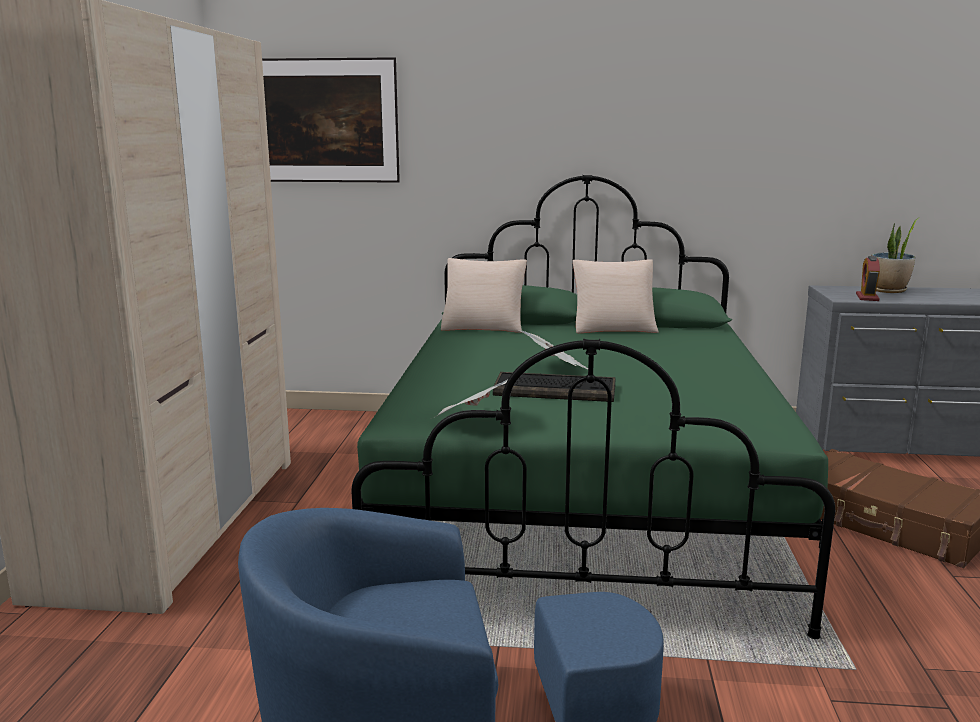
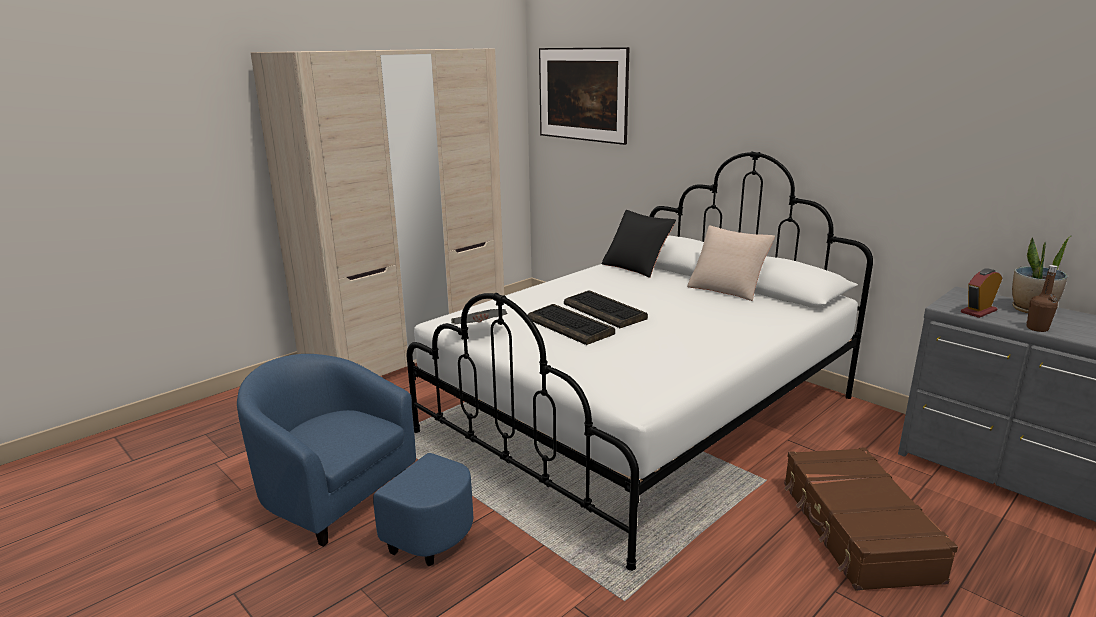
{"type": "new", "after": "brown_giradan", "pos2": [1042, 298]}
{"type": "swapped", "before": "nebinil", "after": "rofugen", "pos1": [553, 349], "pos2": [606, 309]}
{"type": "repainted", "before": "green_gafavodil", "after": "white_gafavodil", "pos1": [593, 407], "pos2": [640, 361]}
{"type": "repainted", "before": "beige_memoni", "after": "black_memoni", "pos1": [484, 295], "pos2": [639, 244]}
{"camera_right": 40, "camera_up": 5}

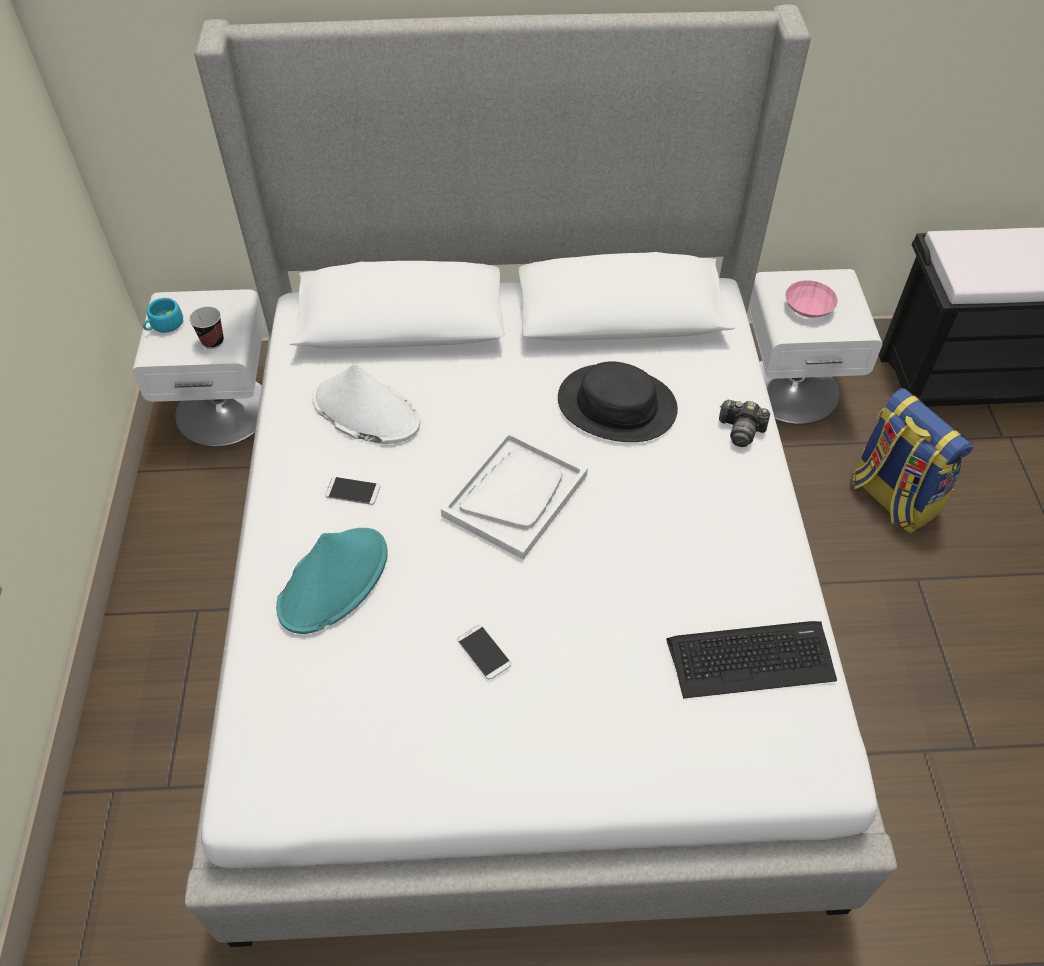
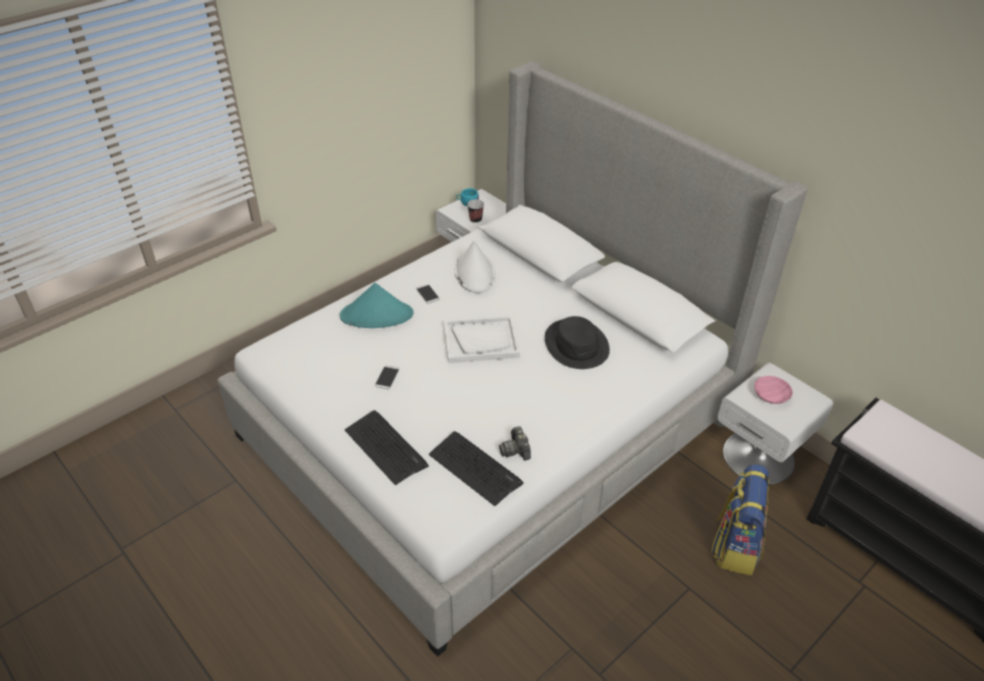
{"type": "new", "after": "rofugen", "pos2": [387, 447]}
{"type": "shifted", "before": "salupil", "pos1": [744, 423], "pos2": [515, 443]}
{"camera_right": 50, "camera_up": -10}

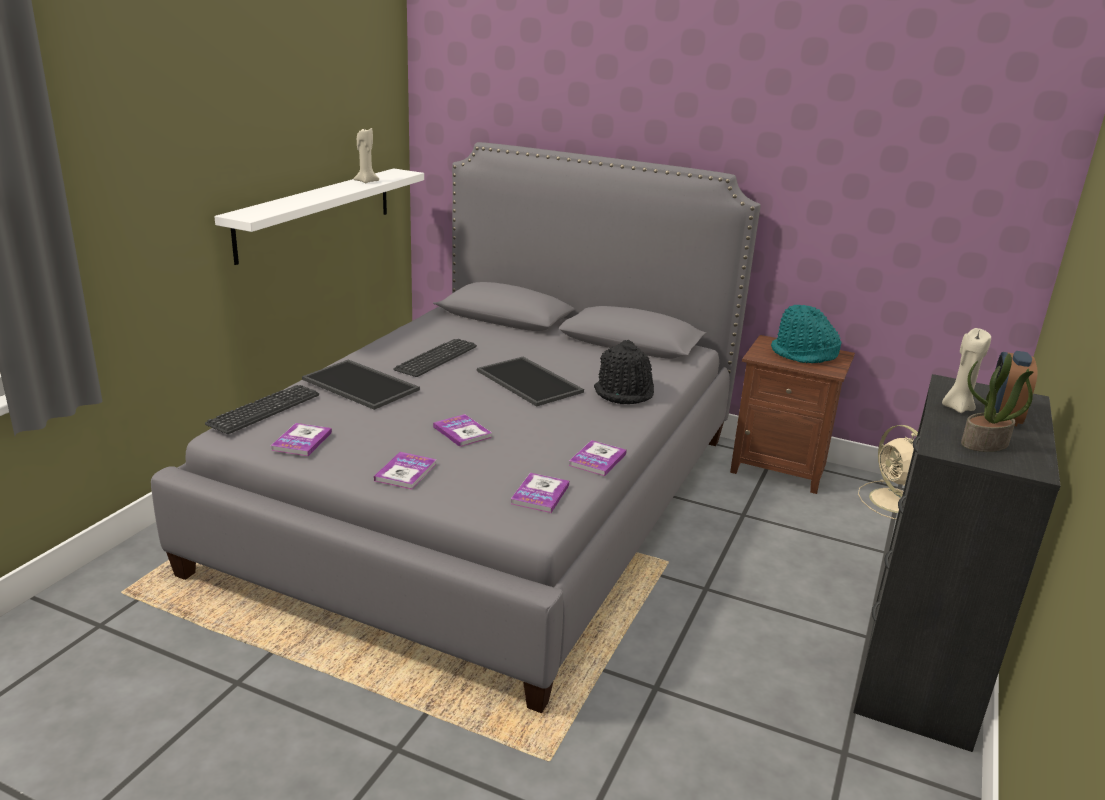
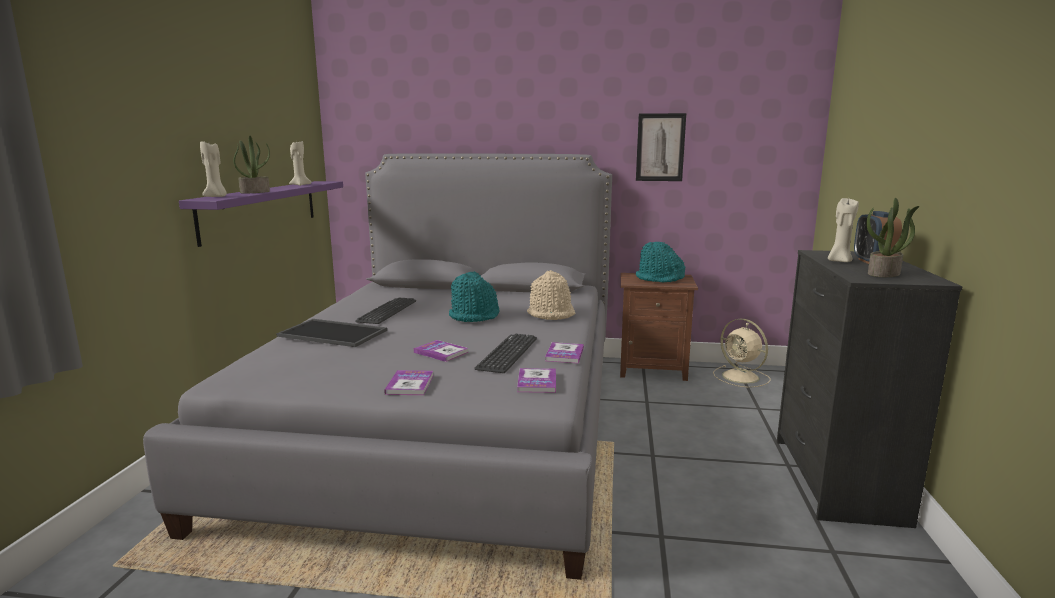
{"type": "gone", "before": "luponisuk", "pos1": [301, 439]}
{"type": "new", "after": "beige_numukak", "pos2": [213, 169]}
{"type": "new", "after": "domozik", "pos2": [251, 164]}
{"type": "new", "after": "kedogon", "pos2": [661, 147]}
{"type": "shifted", "before": "rofugen", "pos1": [262, 409], "pos2": [506, 353]}
{"type": "swapped", "before": "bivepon", "after": "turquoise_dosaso", "pos1": [530, 382], "pos2": [474, 296]}
{"type": "repainted", "before": "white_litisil", "after": "purple_litisil", "pos1": [319, 216], "pos2": [261, 214]}
{"type": "repainted", "before": "black_dosaso", "after": "beige_dosaso", "pos1": [624, 372], "pos2": [551, 295]}
{"camera_right": -15, "camera_up": -10}

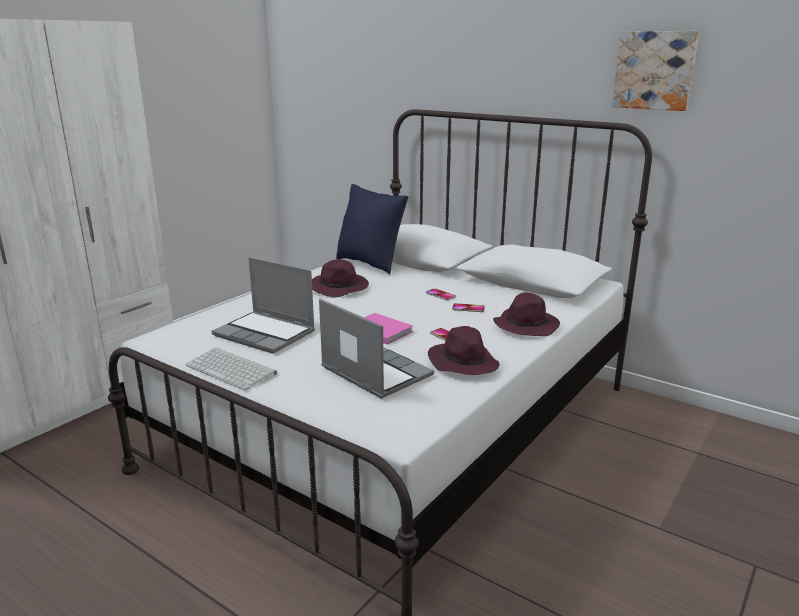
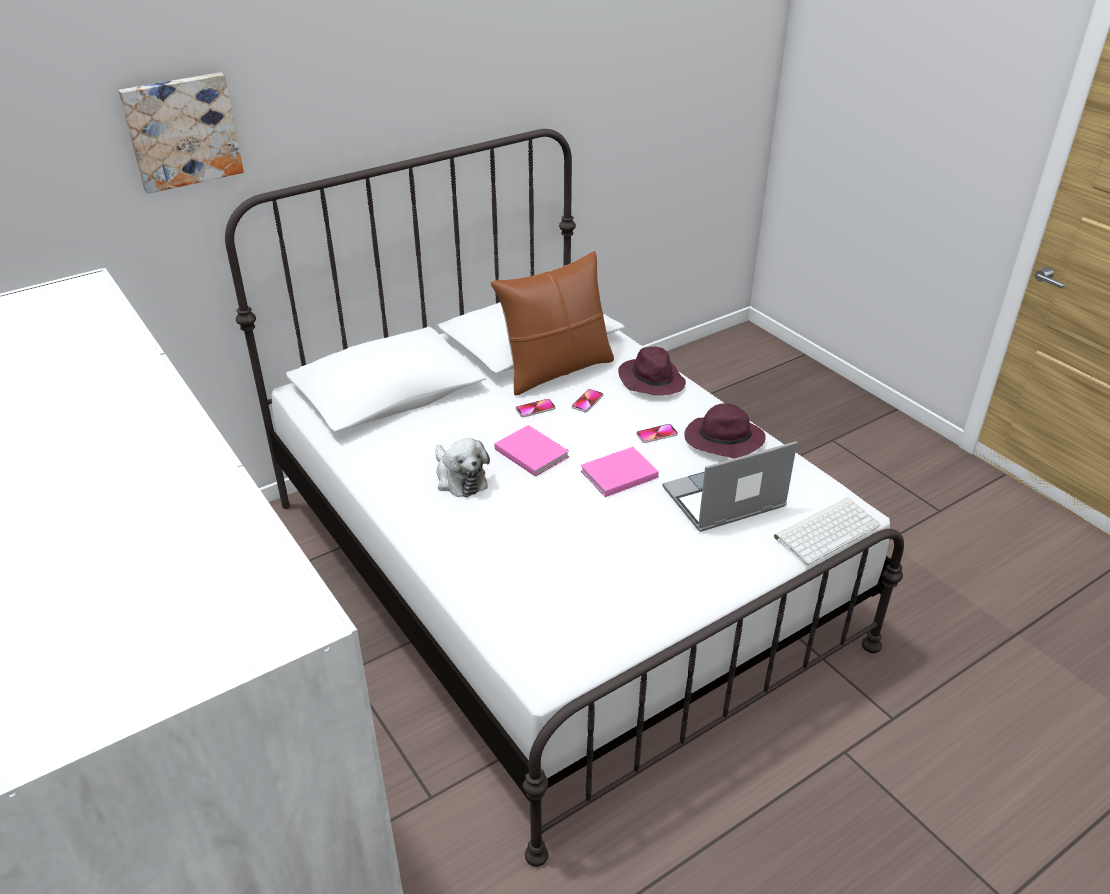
{"type": "gone", "before": "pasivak", "pos1": [263, 305]}
{"type": "gone", "before": "blue_memoni", "pos1": [372, 229]}
{"type": "new", "after": "brown_memoni", "pos2": [552, 323]}
{"type": "new", "after": "pink_luponisuk", "pos2": [532, 451]}
{"type": "shifted", "before": "rofugen", "pos1": [231, 368], "pos2": [827, 531]}
{"type": "shifted", "before": "kedogon", "pos1": [655, 71], "pos2": [181, 133]}
{"type": "swapped", "before": "purple_dosaso", "after": "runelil", "pos1": [340, 278], "pos2": [463, 468]}
{"camera_right": -70, "camera_up": 15}

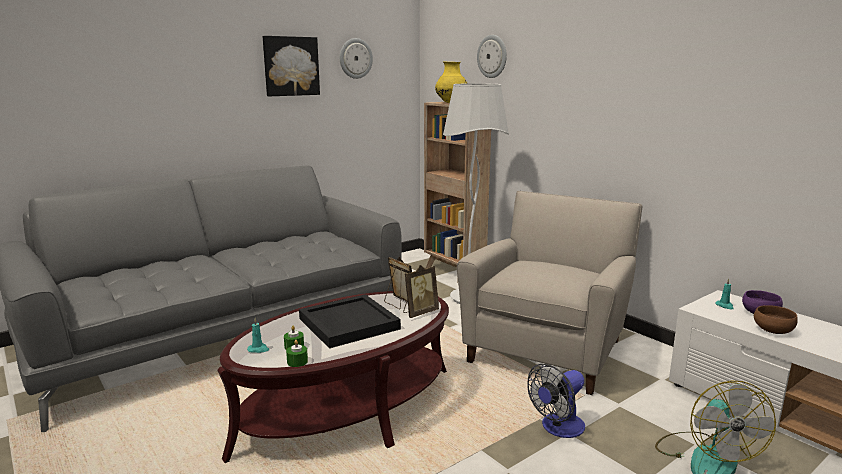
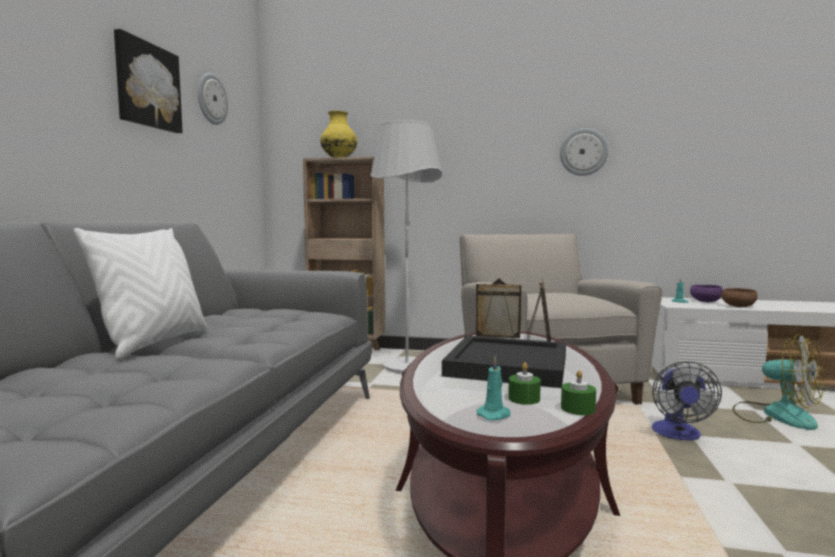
{"type": "new", "after": "white_memoni", "pos2": [140, 294]}
{"type": "shifted", "before": "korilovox", "pos1": [492, 56], "pos2": [584, 152]}
{"camera_right": -40, "camera_up": -10}

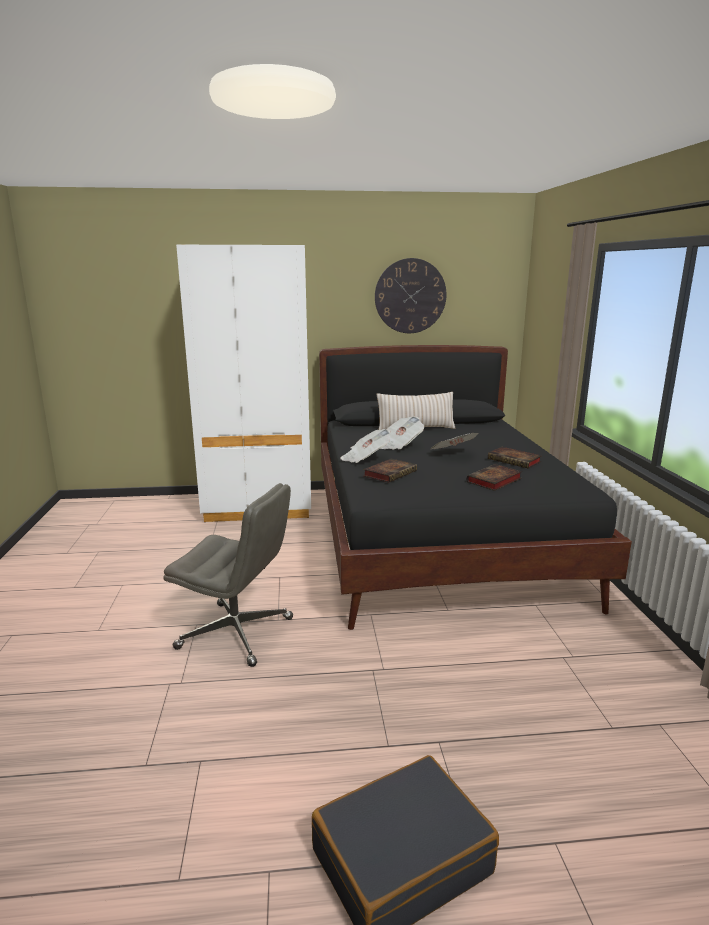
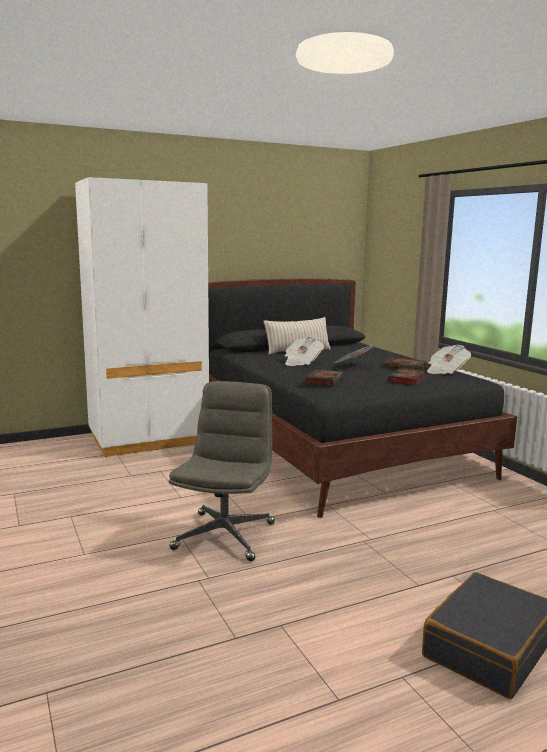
{"type": "gone", "before": "korilovox", "pos1": [411, 295]}
{"type": "shifted", "before": "nebinil", "pos1": [366, 446], "pos2": [449, 359]}
{"type": "rotated", "before": "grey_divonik", "pos1": [228, 575], "pos2": [222, 471], "turn": -75}
{"camera_right": -20, "camera_up": -5}

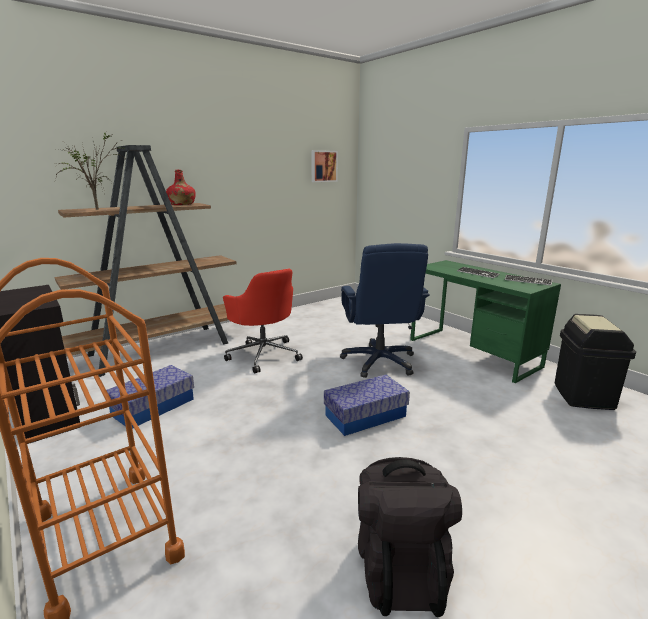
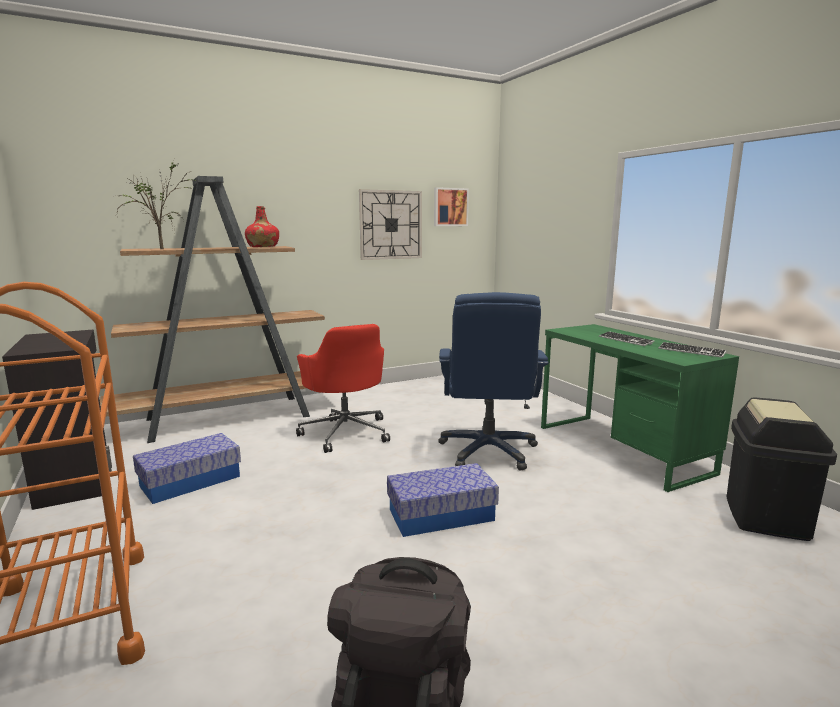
{"type": "new", "after": "korilovox", "pos2": [390, 224]}
{"camera_right": 10, "camera_up": -5}

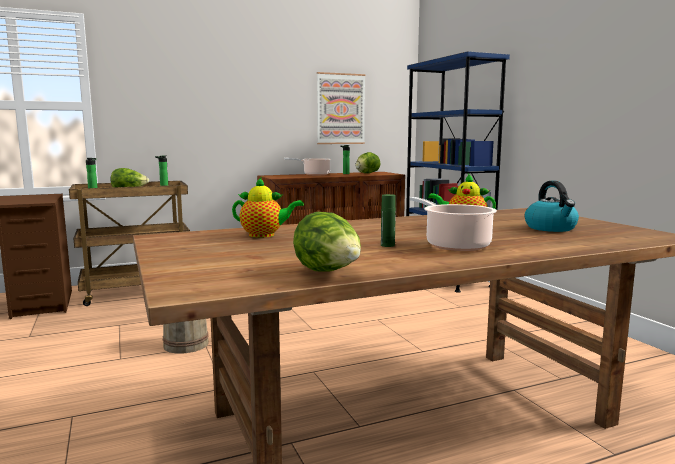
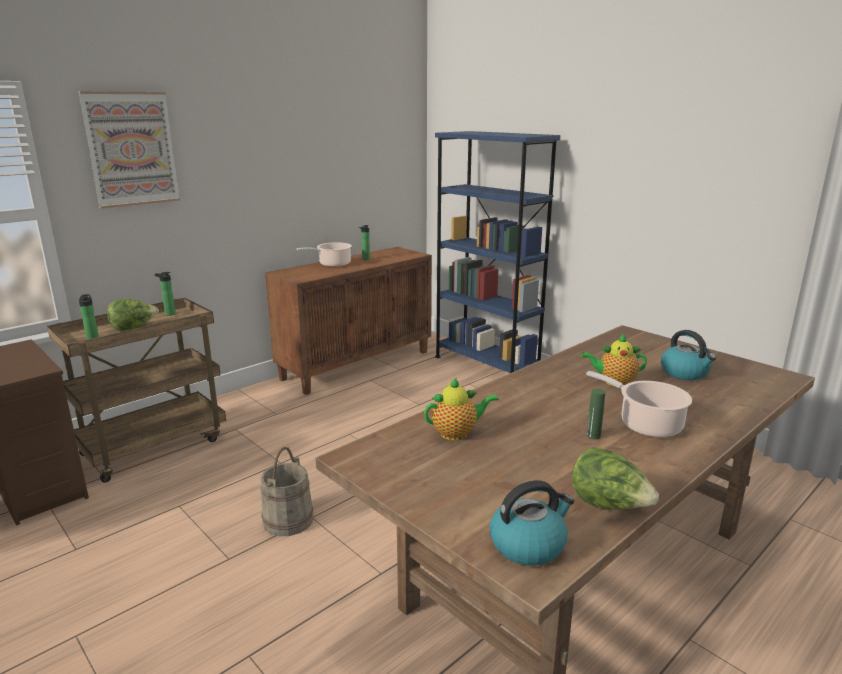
{"type": "gone", "before": "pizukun", "pos1": [368, 162]}
{"type": "new", "after": "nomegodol", "pos2": [532, 523]}
{"type": "shifted", "before": "kedogon", "pos1": [341, 108], "pos2": [129, 150]}
{"camera_right": -20, "camera_up": 10}

